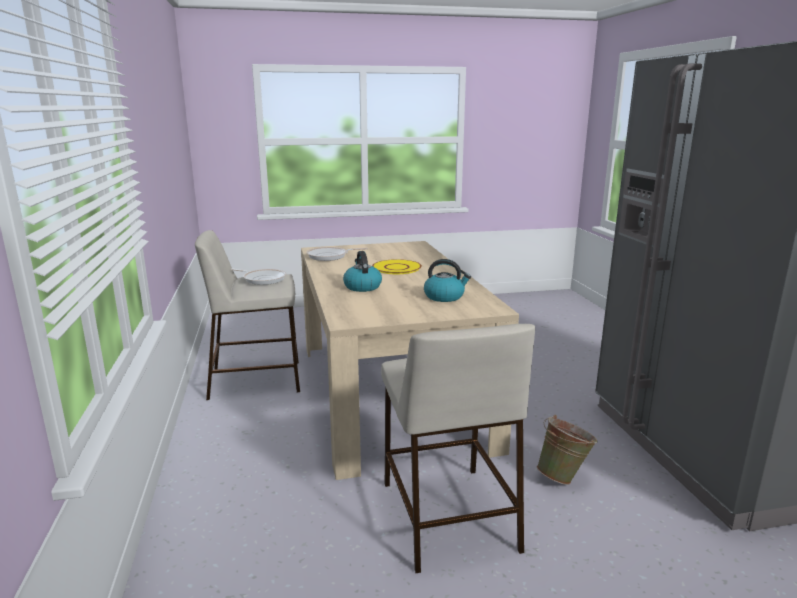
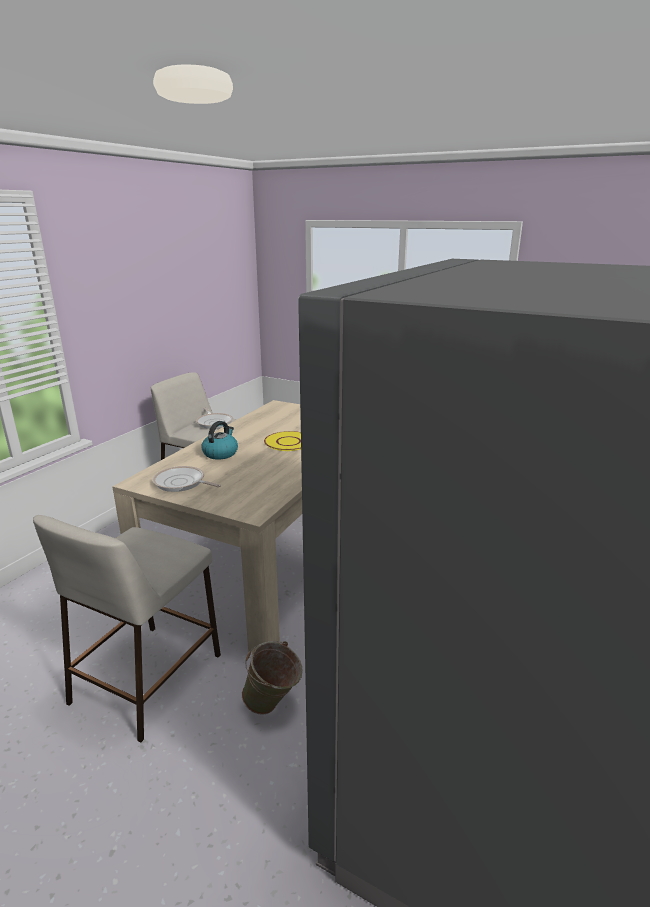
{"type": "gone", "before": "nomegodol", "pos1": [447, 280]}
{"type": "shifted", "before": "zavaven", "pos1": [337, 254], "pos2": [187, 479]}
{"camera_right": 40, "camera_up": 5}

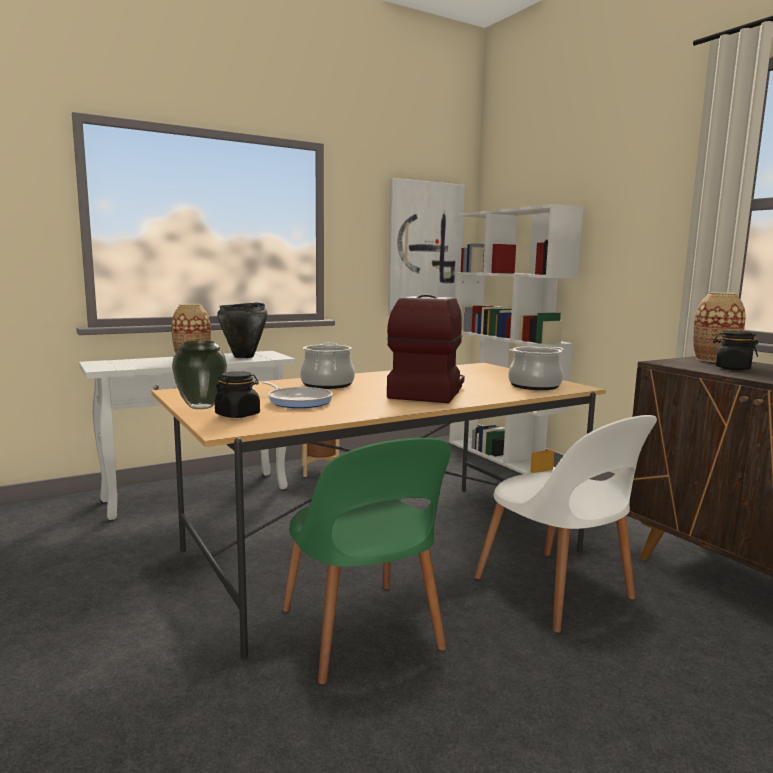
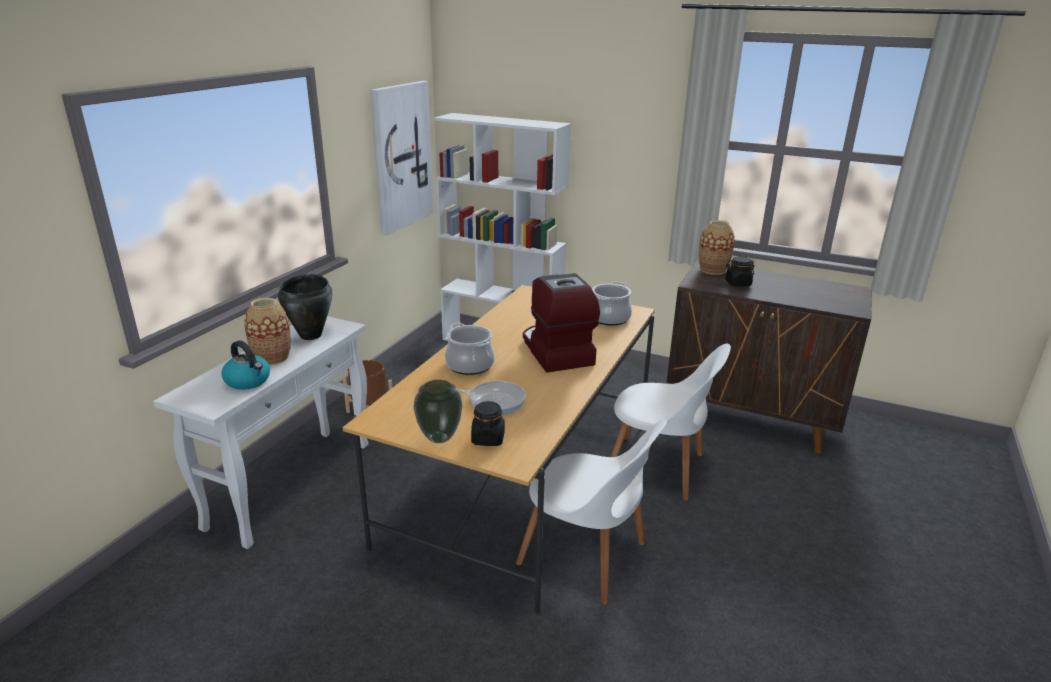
{"type": "new", "after": "nomegodol", "pos2": [245, 365]}
{"type": "repainted", "before": "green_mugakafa", "after": "white_mugakafa", "pos1": [366, 561], "pos2": [591, 512]}
{"camera_right": -35, "camera_up": 15}

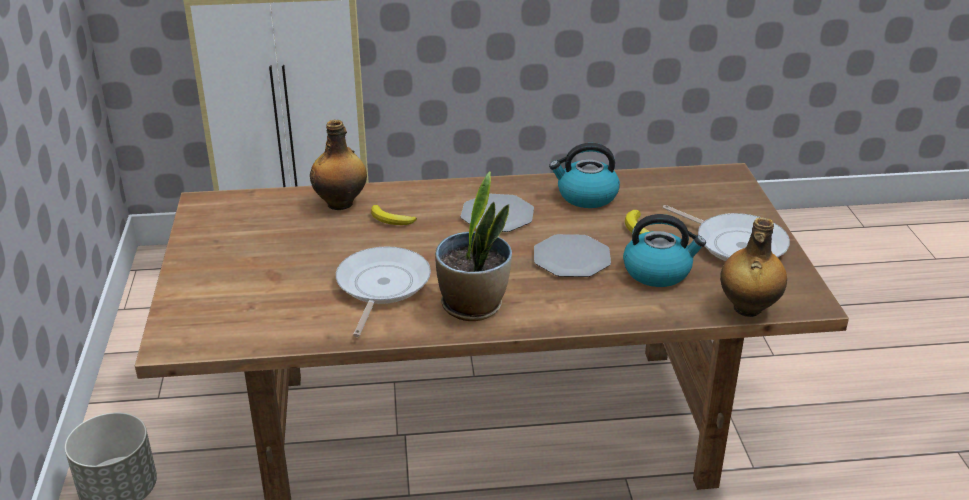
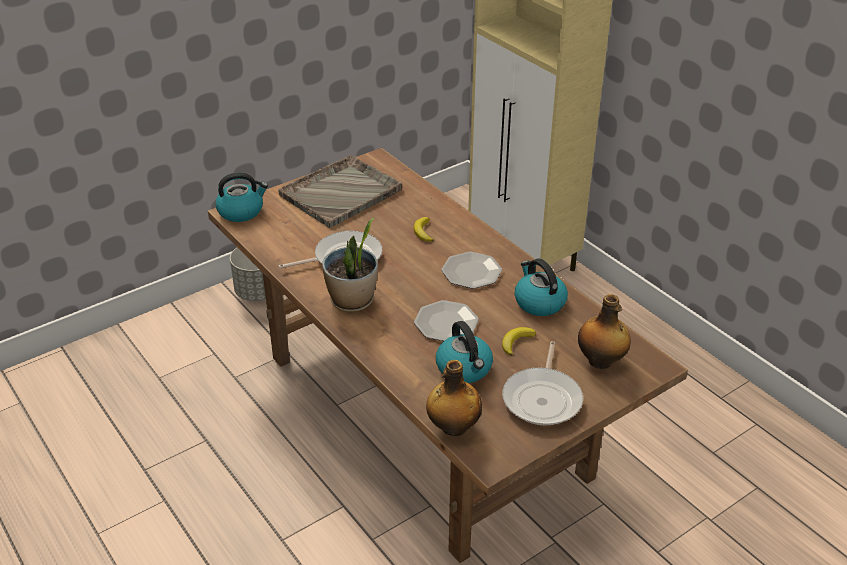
{"type": "new", "after": "nomegodol", "pos2": [242, 197]}
{"type": "new", "after": "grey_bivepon", "pos2": [340, 191]}
{"type": "shifted", "before": "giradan", "pos1": [338, 165], "pos2": [604, 331]}
{"camera_right": 60, "camera_up": 5}

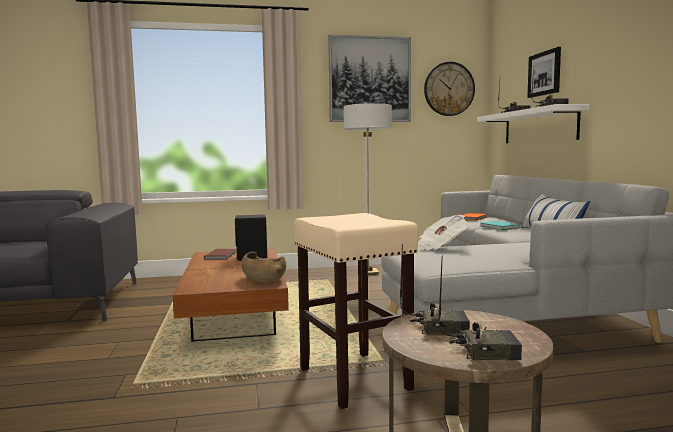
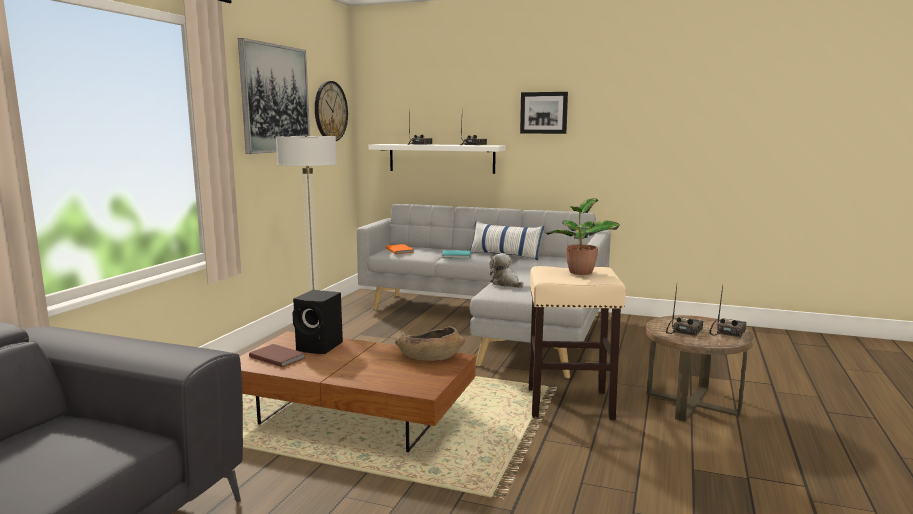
{"type": "new", "after": "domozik", "pos2": [583, 236]}
{"type": "shifted", "before": "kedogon", "pos1": [544, 72], "pos2": [544, 113]}
{"type": "swapped", "before": "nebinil", "after": "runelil", "pos1": [443, 232], "pos2": [506, 270]}
{"camera_right": -60, "camera_up": 5}

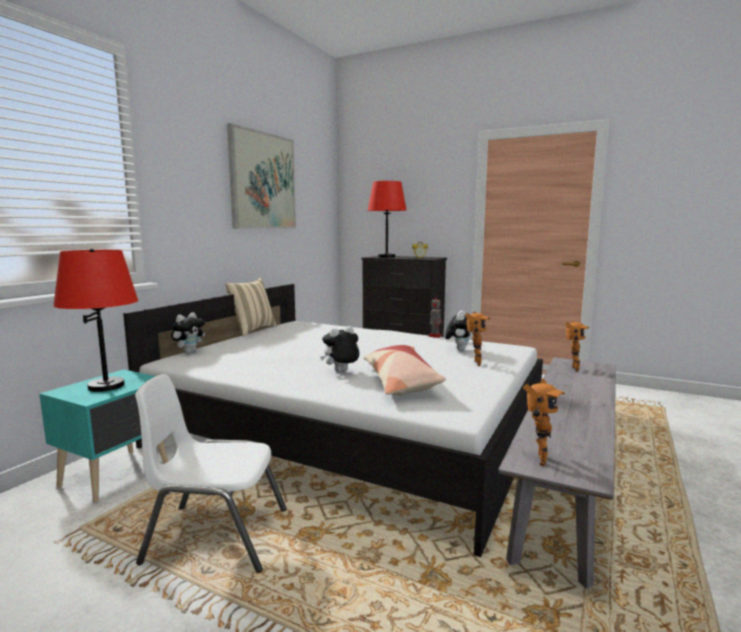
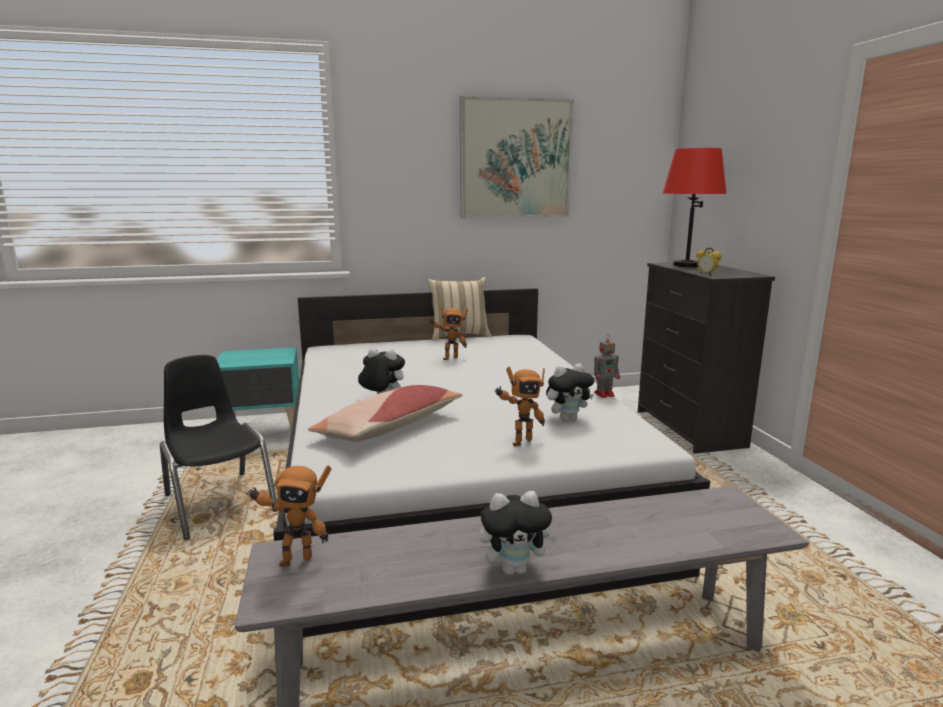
{"type": "gone", "before": "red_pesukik", "pos1": [95, 320]}
{"type": "shifted", "before": "runelil", "pos1": [188, 332], "pos2": [519, 533]}
{"type": "shifted", "before": "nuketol", "pos1": [577, 346], "pos2": [449, 333]}
{"type": "repainted", "before": "white_mugakafa", "after": "black_mugakafa", "pos1": [211, 473], "pos2": [218, 447]}
{"camera_right": 50, "camera_up": 5}

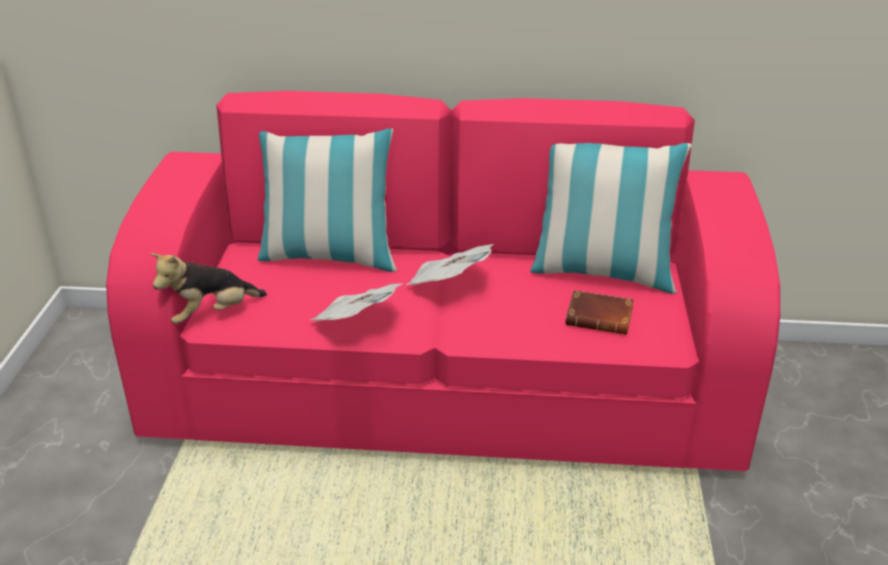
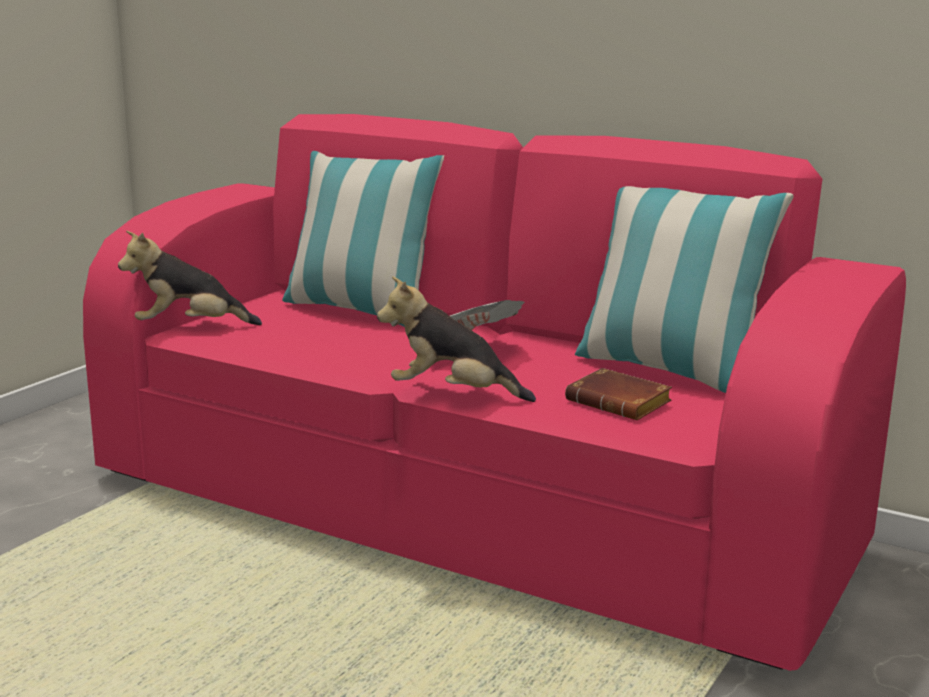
{"type": "gone", "before": "nebinil", "pos1": [356, 302]}
{"type": "new", "after": "runelil", "pos2": [456, 339]}
{"camera_right": 25, "camera_up": -15}

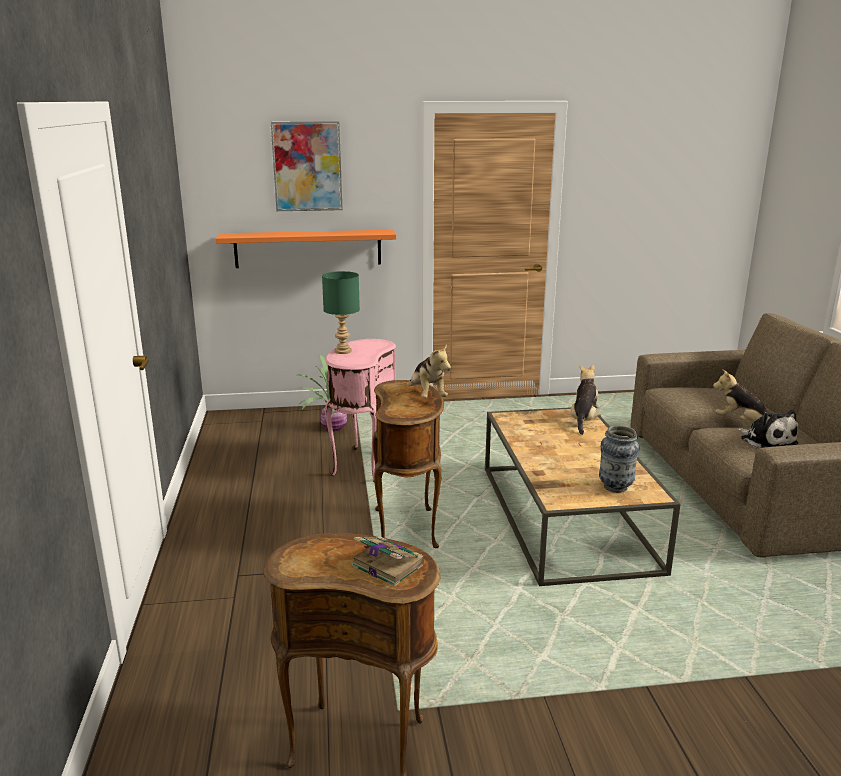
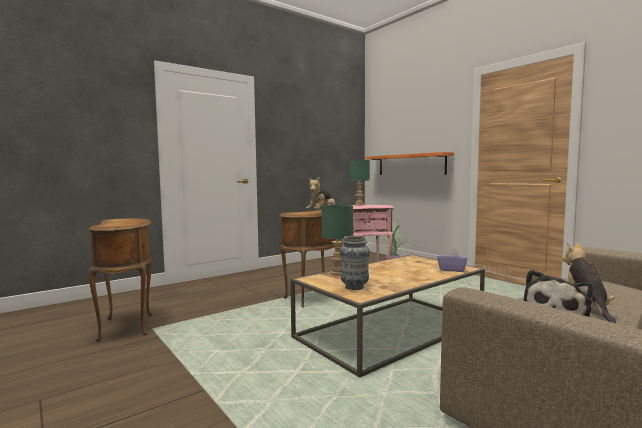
{"type": "gone", "before": "kedogon", "pos1": [307, 166]}
{"type": "gone", "before": "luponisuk", "pos1": [388, 562]}
{"type": "new", "after": "green_pesukik", "pos2": [337, 240]}
{"type": "swapped", "before": "runelil", "after": "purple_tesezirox", "pos1": [586, 400], "pos2": [452, 260]}
{"camera_right": 60, "camera_up": -15}

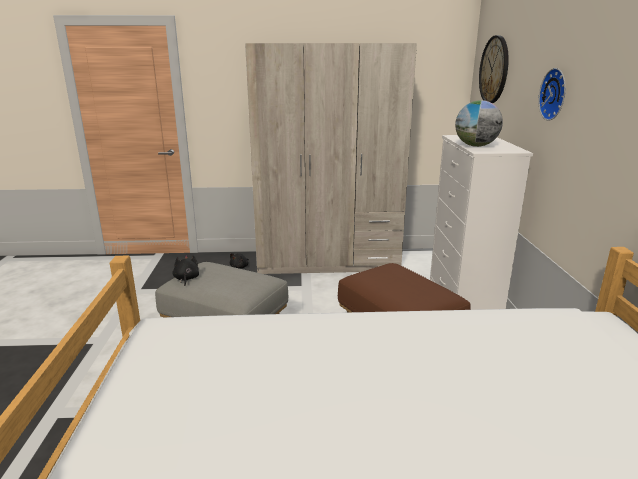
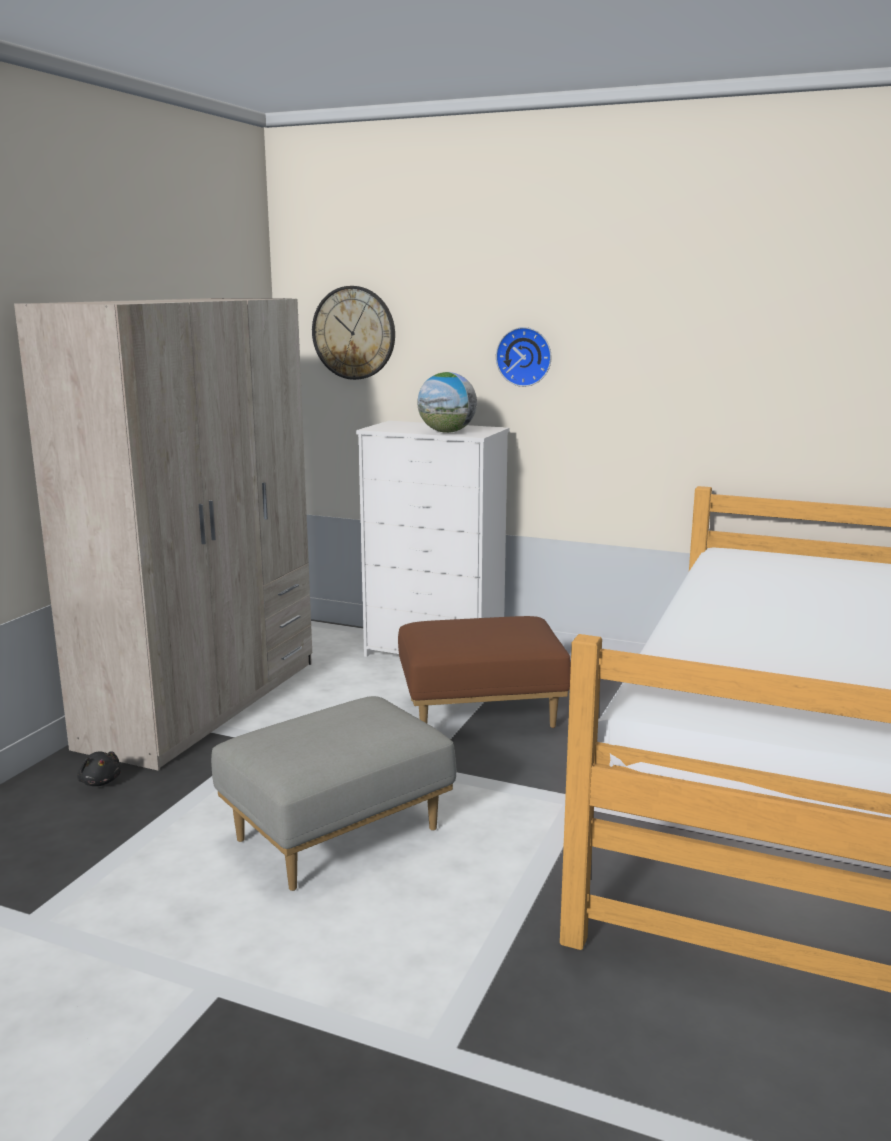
{"type": "gone", "before": "black_runelil", "pos1": [186, 270]}
{"camera_right": -65, "camera_up": -5}

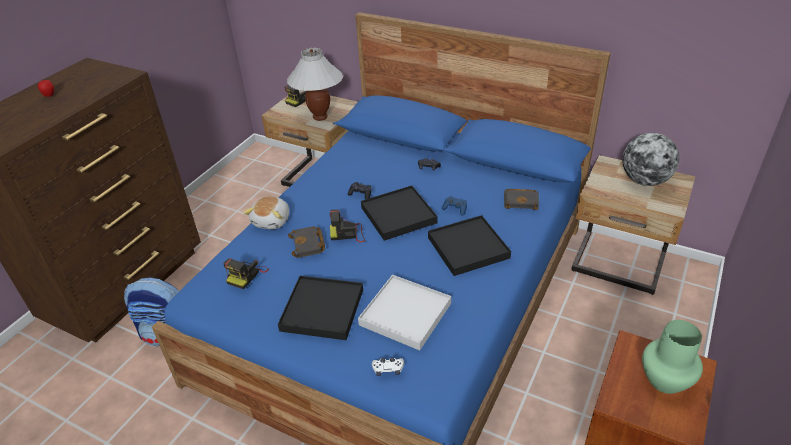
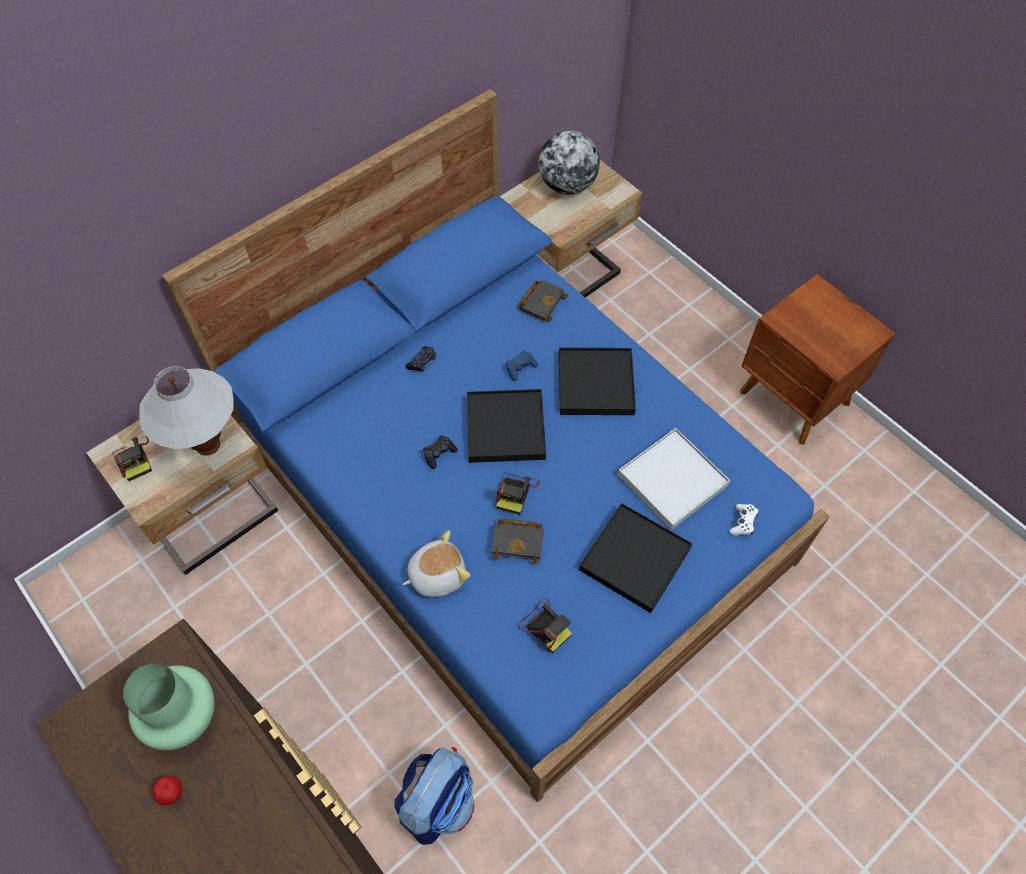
{"type": "shifted", "before": "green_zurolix", "pos1": [672, 357], "pos2": [169, 706]}
{"type": "rotated", "before": "runelil", "pos1": [266, 212], "pos2": [436, 564], "turn": -60}
{"camera_right": -70, "camera_up": 20}

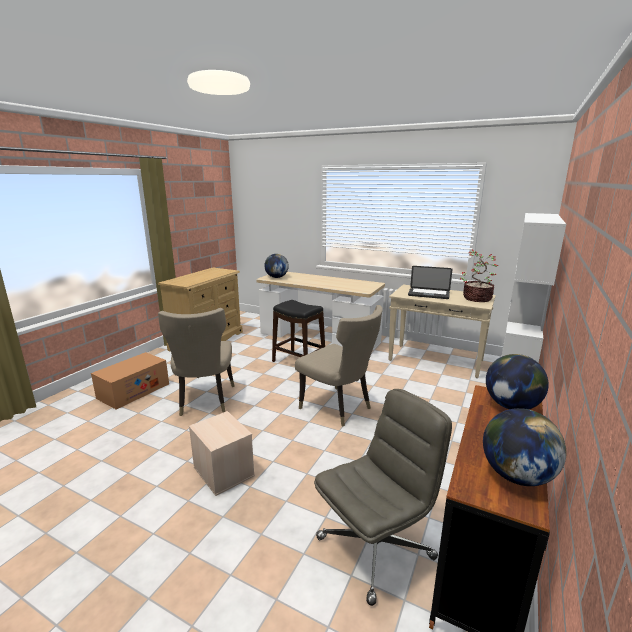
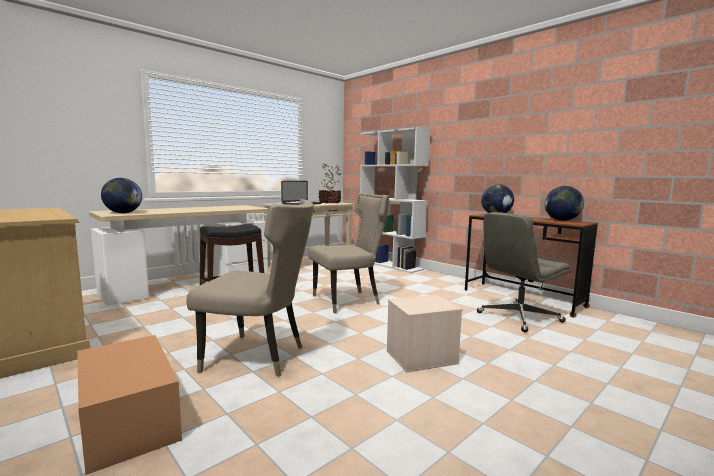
{"type": "rotated", "before": "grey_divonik", "pos1": [383, 497], "pos2": [524, 272], "turn": -105}
{"camera_right": -70, "camera_up": -10}

